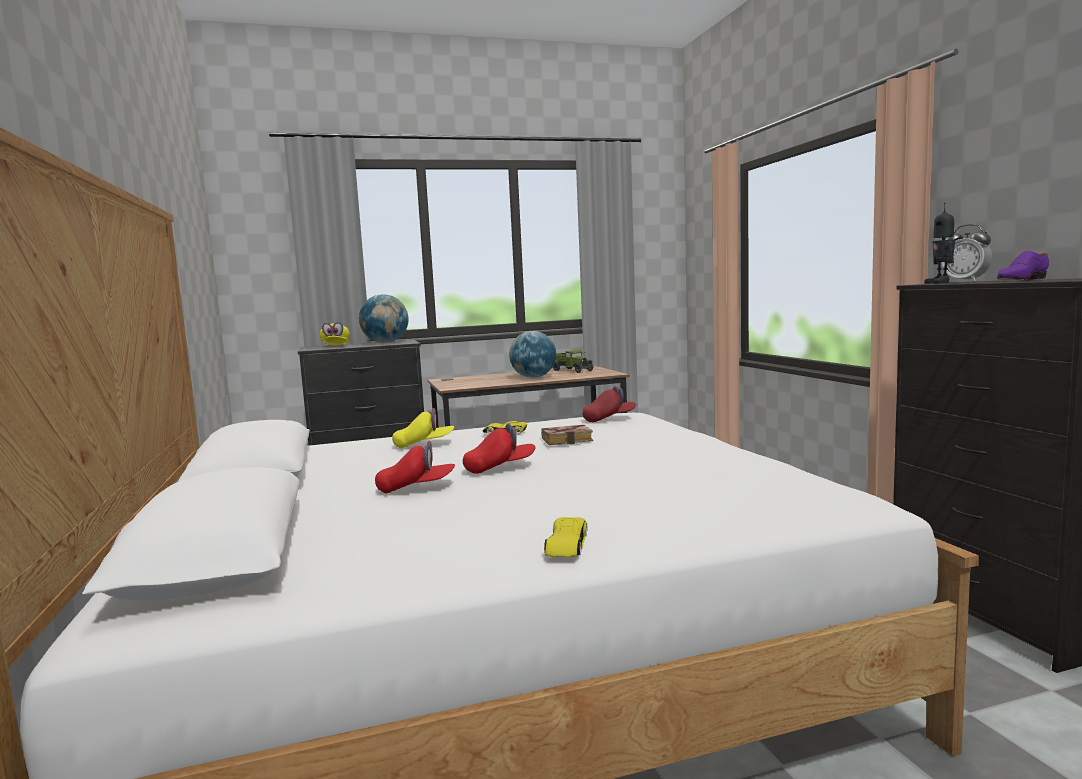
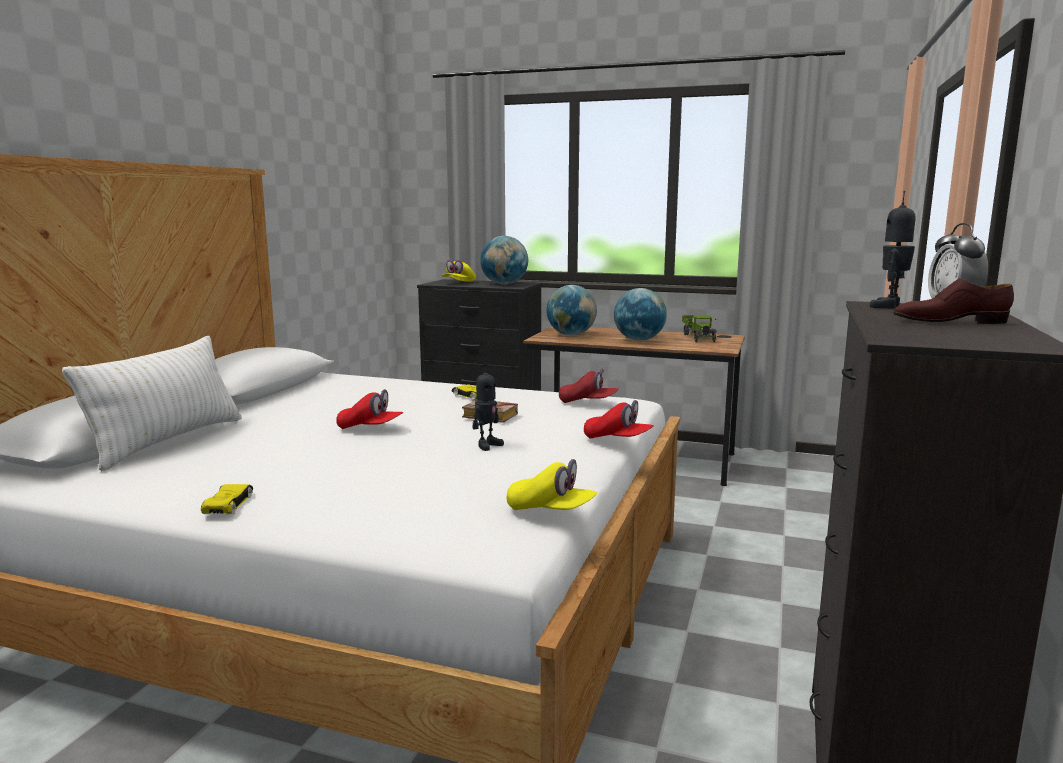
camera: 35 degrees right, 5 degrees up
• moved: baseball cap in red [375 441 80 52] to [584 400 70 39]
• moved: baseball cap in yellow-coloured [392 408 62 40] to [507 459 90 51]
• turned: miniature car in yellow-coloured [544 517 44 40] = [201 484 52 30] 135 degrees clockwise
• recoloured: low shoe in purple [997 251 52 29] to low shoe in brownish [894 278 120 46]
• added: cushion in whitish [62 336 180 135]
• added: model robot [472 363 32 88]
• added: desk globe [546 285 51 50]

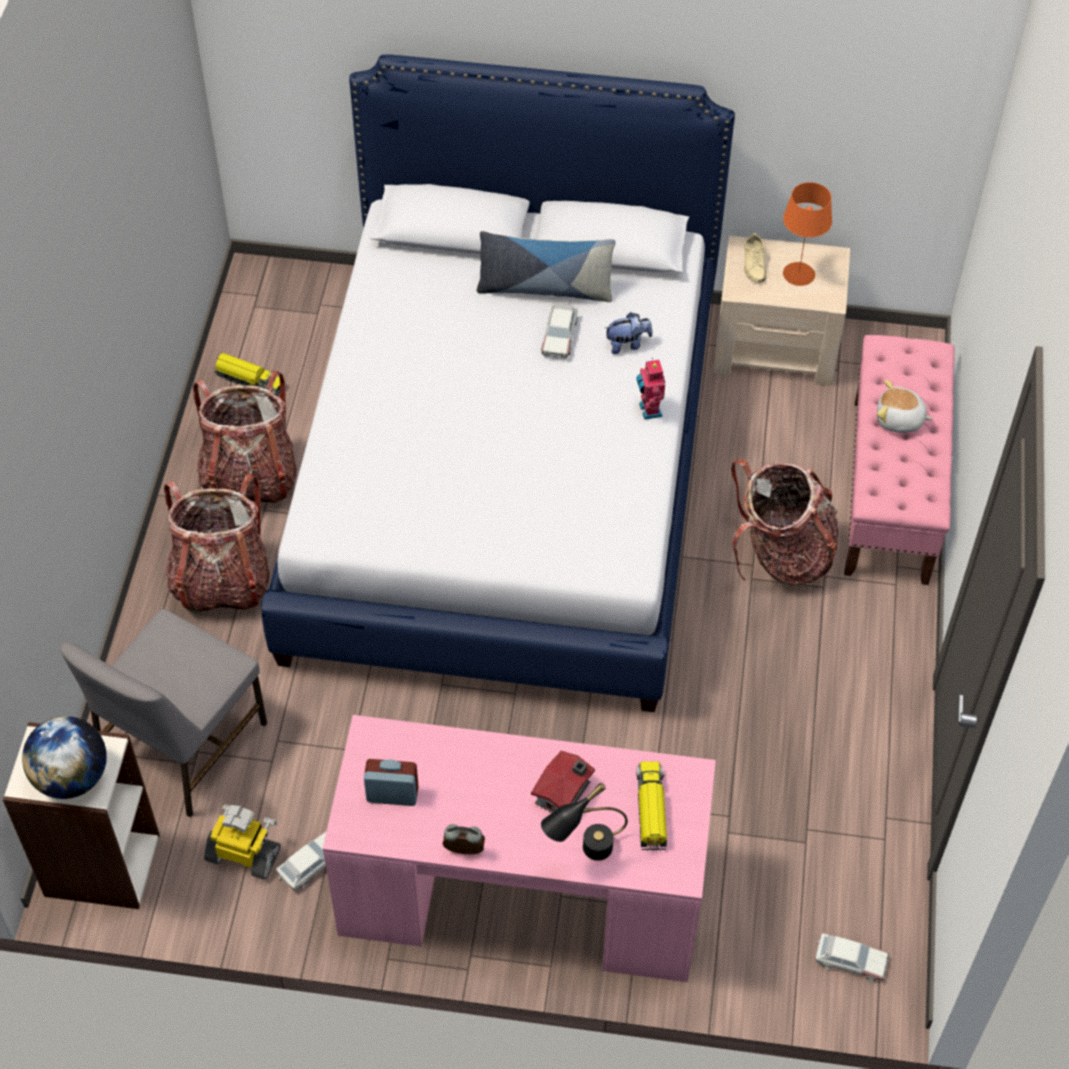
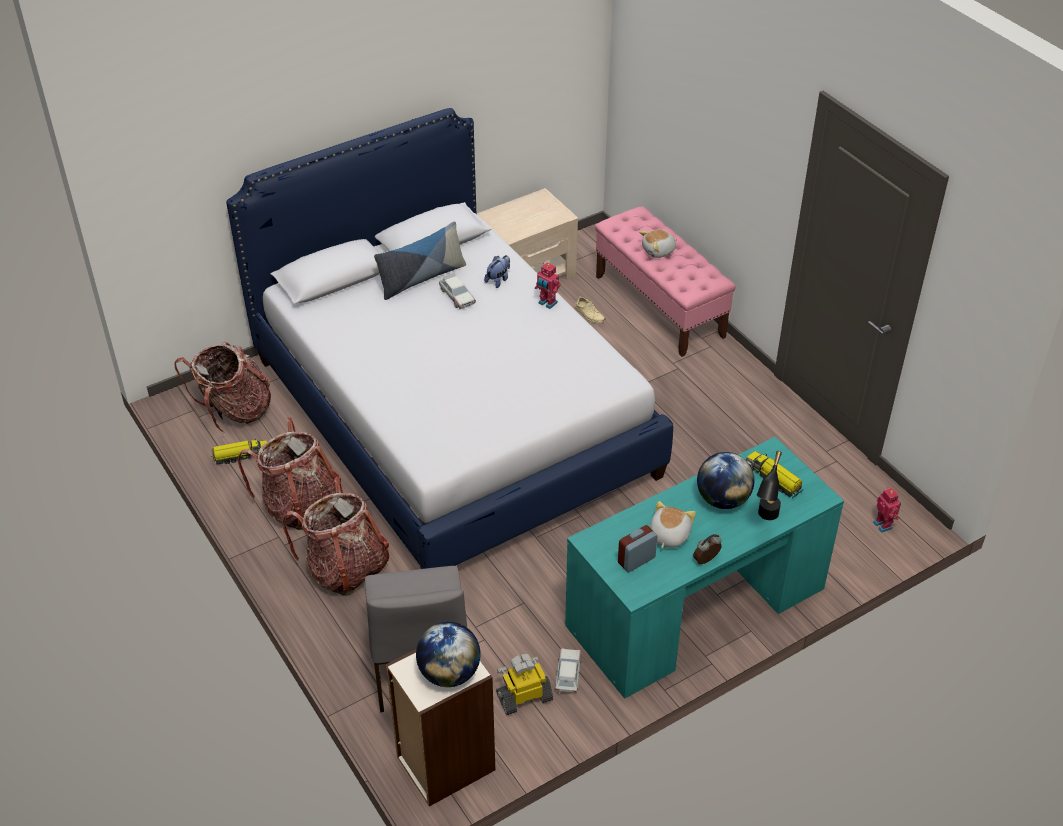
camera: 40 degrees left, 10 degrees down
• recoloured: desk unit in pink-coloured [323 715 393 267] to desk unit in turquoise-coloured [565 437 279 262]
• replaced: miniature house [531 751 64 62] to desk globe [697 452 57 57]
• moved: backpack [731 459 107 126] to [174 342 97 91]
• moved: low shoe in sand-coloured [744 233 22 50] to [575 297 30 26]
• removed: lamp for a table in orange [783 182 49 104]
• replaced: miniature car [815 933 74 49] to model robot [873 487 28 46]
• added: cuddly toy [650 501 46 48]

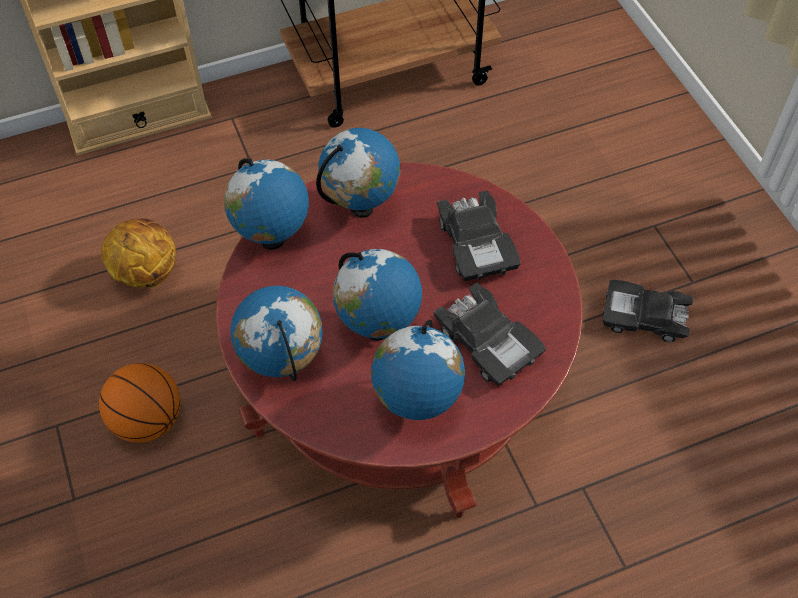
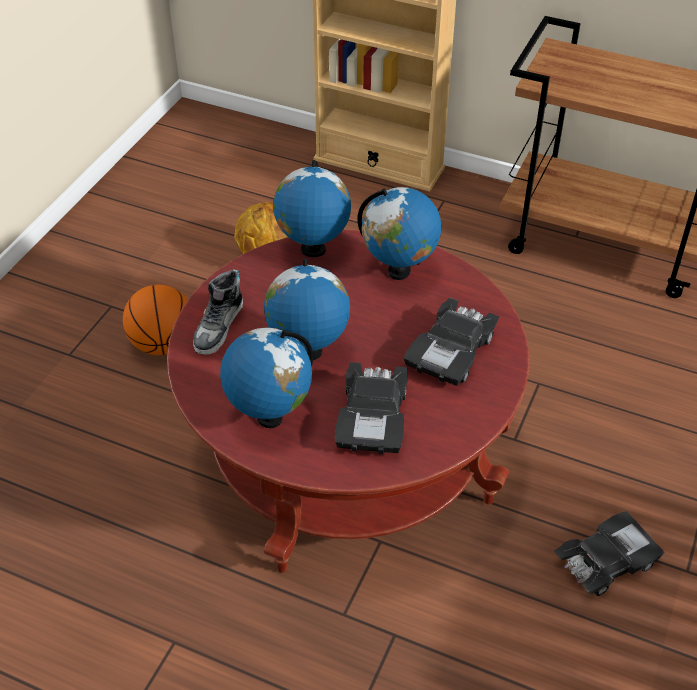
camera: 45 degrees right, 10 degrees down
• replaced: desk globe [230 286 93 95] to low shoe [193 269 50 86]
• turned: miniature car in black [603 280 90 62] = [554 511 111 85] 90 degrees clockwise

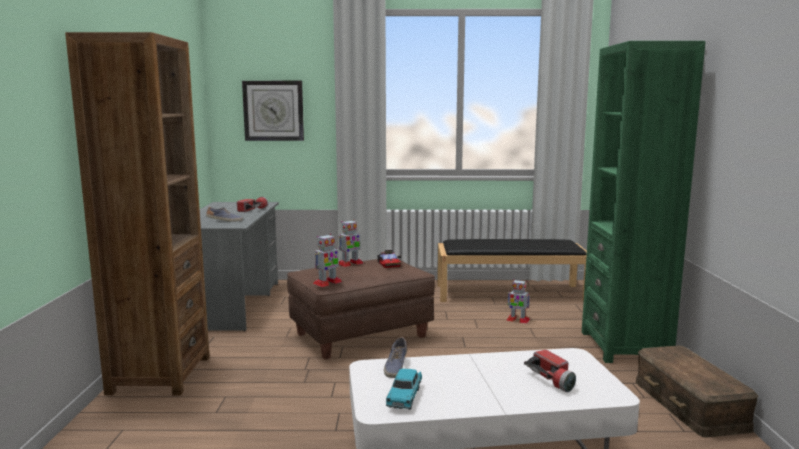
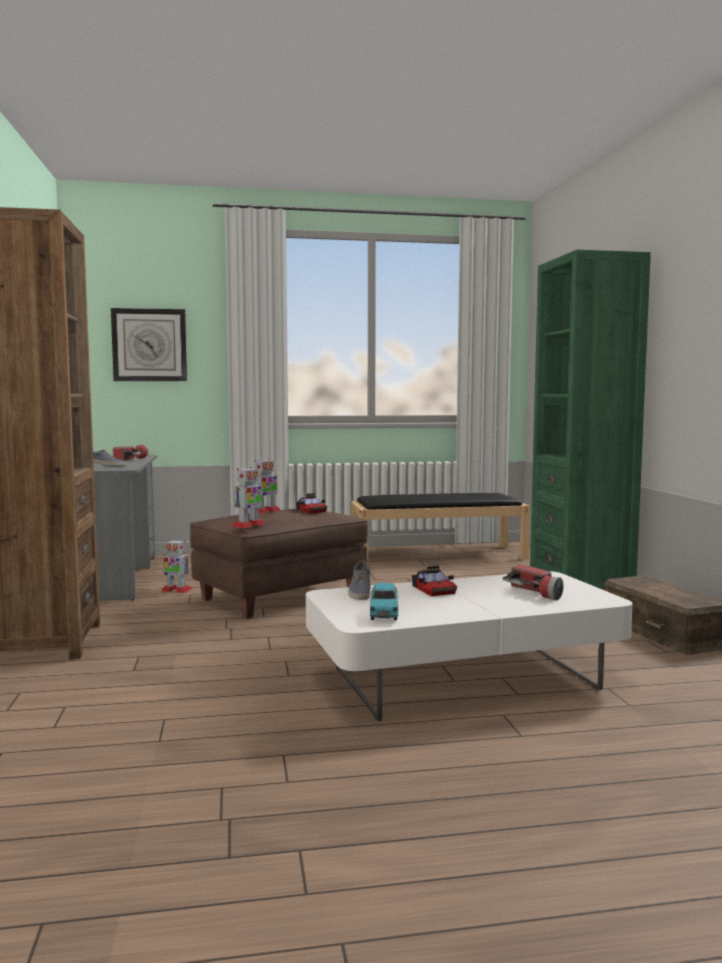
camera: 10 degrees left, 5 degrees down
• moved: model robot [507 279 23 45] to [161 539 31 54]
• added: miniature car [412 566 45 30]

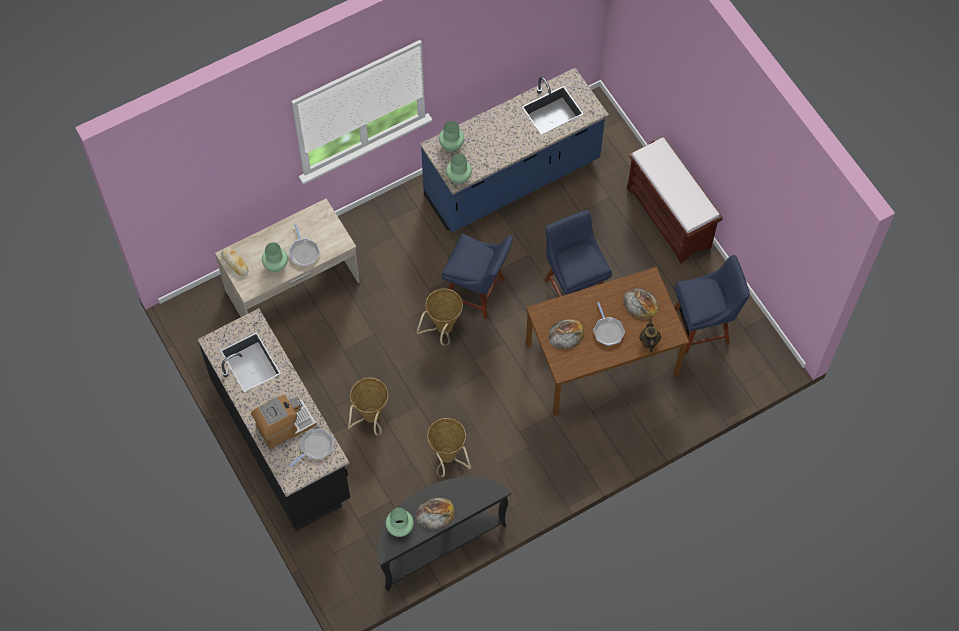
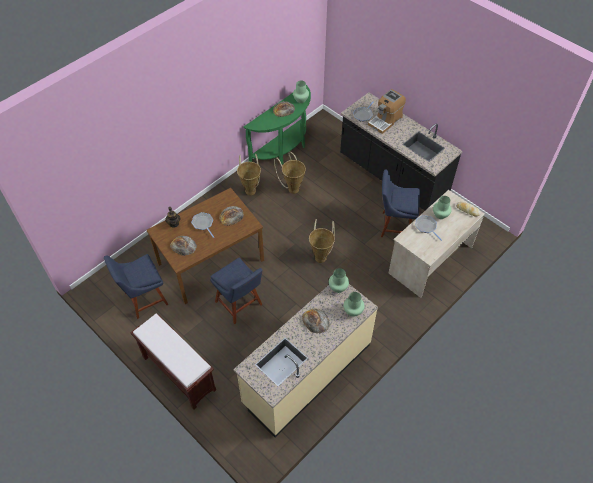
camera: 165 degrees right, 10 degrees down
• moved: storage basket [347 378 41 57] to [237 154 24 42]
• recoloured: hall table in black [377 476 134 116] to hall table in green-coloured [243 85 68 79]
• recoloured: counter in blue-coloured [420 68 189 164] to counter in sand-coloured [233 284 145 153]
• moved: plain chair in blue-coloured [441 233 72 86] to [381 170 39 67]
• added: bread [302 309 28 25]

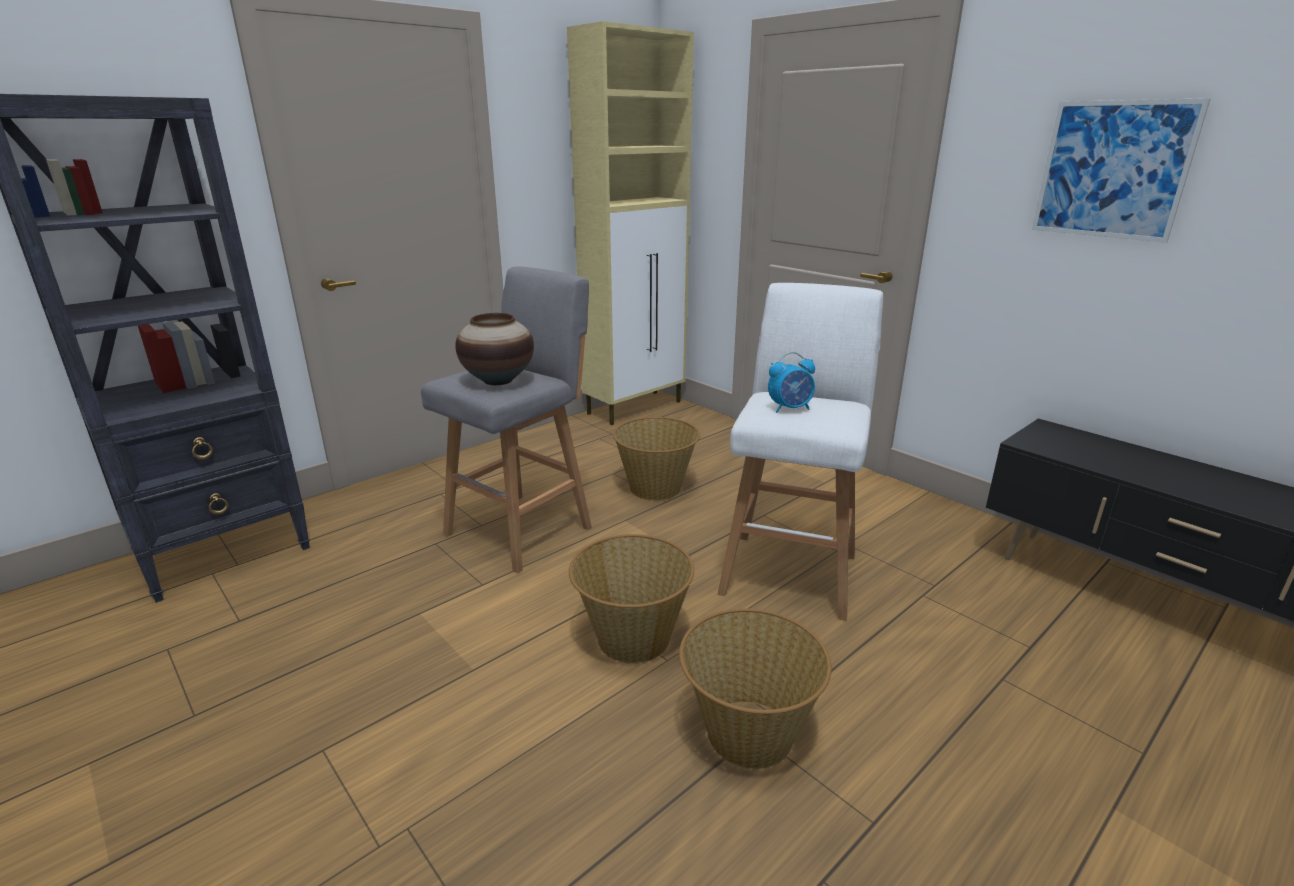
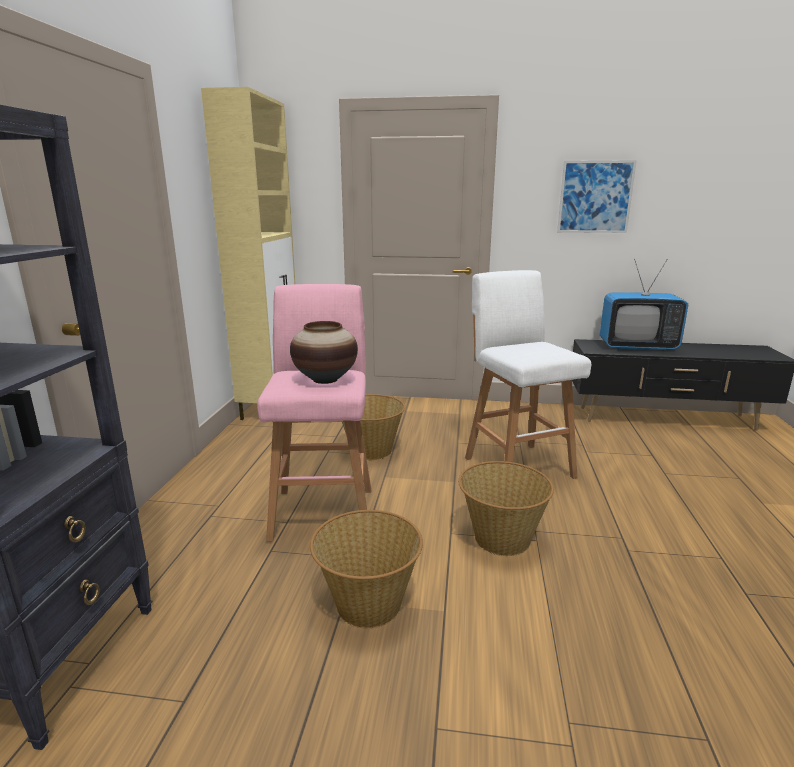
camera: 40 degrees left, 5 degrees down
• recoloured: stool seat in greyish [421 267 171 306] to stool seat in pink-coloured [257 284 114 258]
• moved: storage basket [679 608 153 161] to [310 510 113 118]
• removed: table clock [768 352 47 61]
• added: television [600 259 88 92]

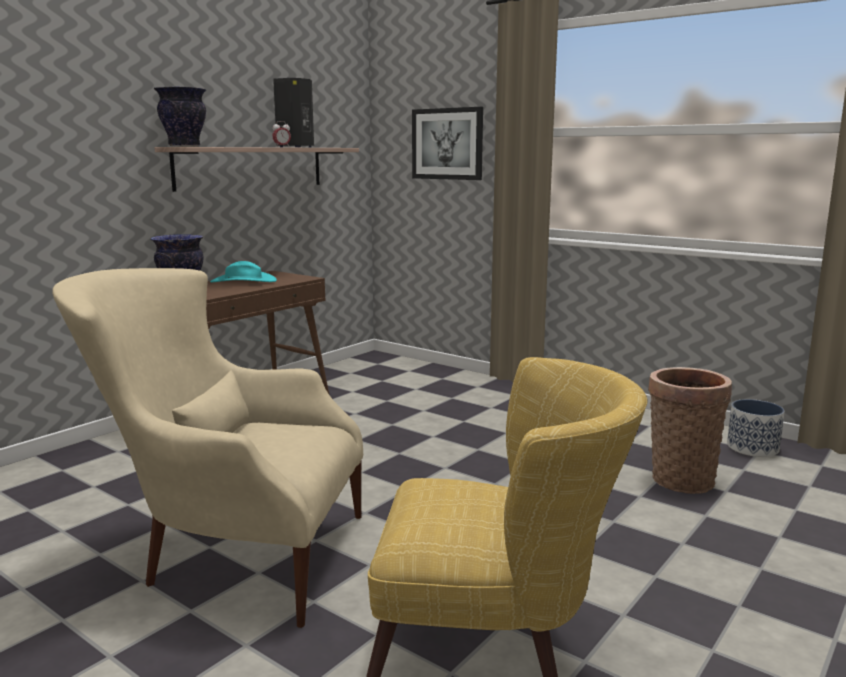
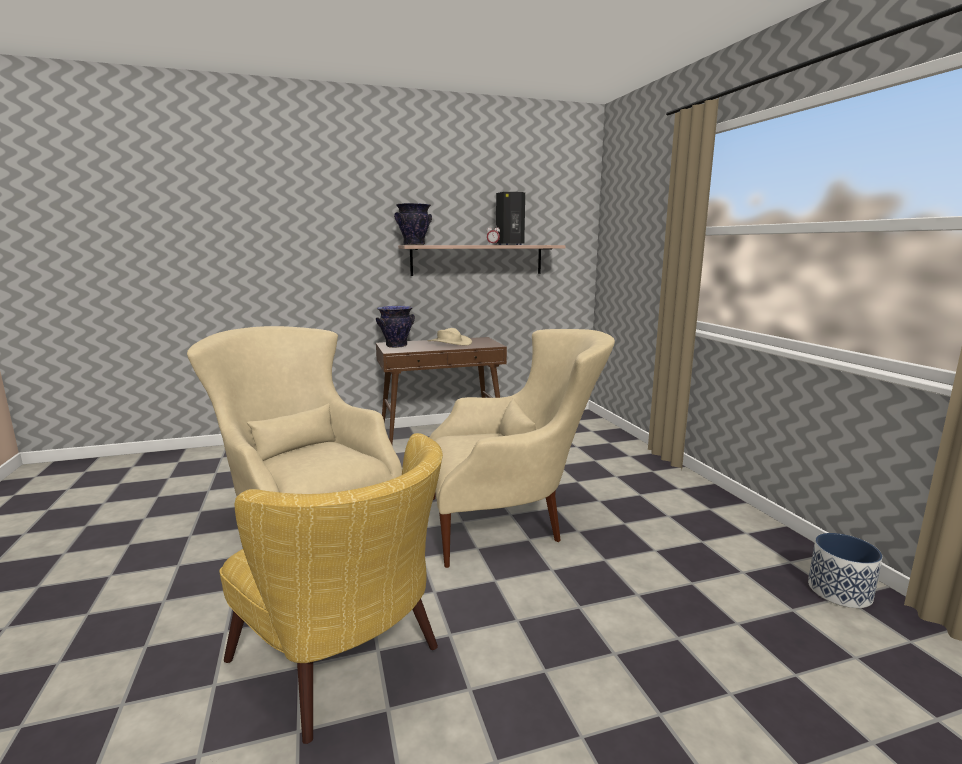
camera: 35 degrees right, 0 degrees up
• recoloured: clothing hat in turquoise-coloured [210 261 67 21] to clothing hat in sand-coloured [427 328 45 17]
• removed: wall art [412 107 71 73]
• removed: storage basket [648 367 84 127]
• added: lounge chair in sand-coloured [429 329 186 239]

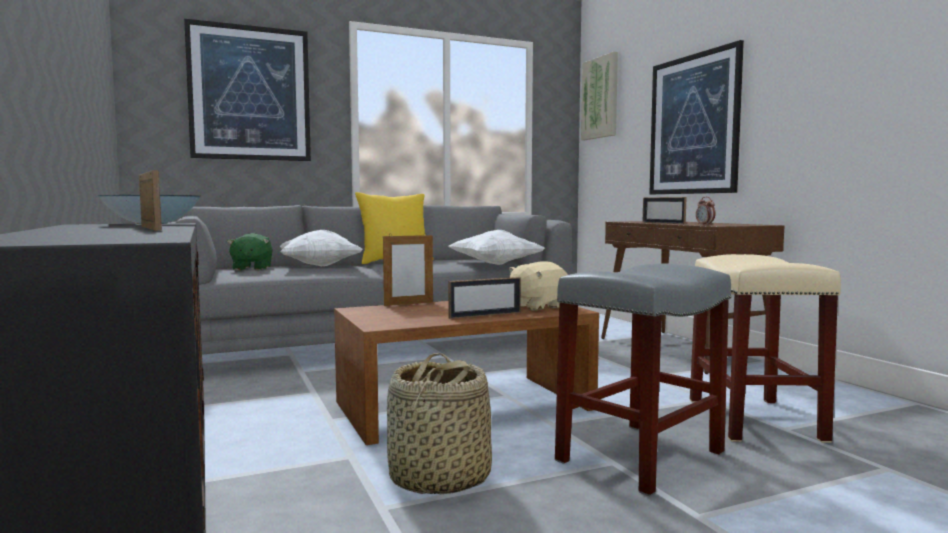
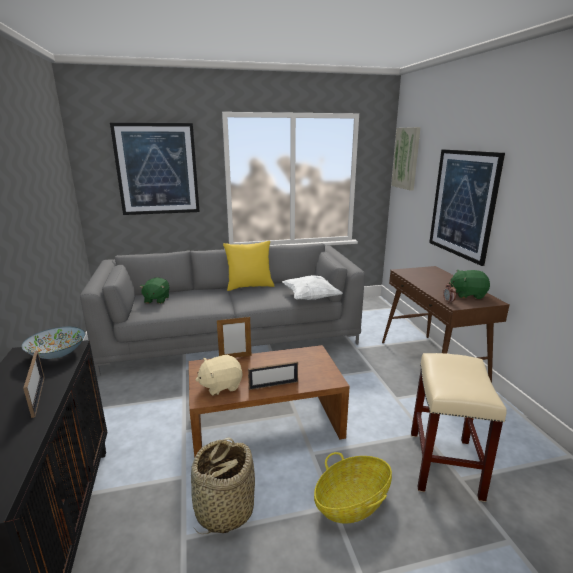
camera: 10 degrees right, 15 degrees up
• removed: cushion in whitish [280 230 83 36]
• moved: cuddly toy in sand-coloured [508 261 60 50] to [196 355 46 41]
• replaced: stool seat in greyish [555 263 176 233] to storage basket [314 452 78 71]
• removed: photo frame [642 197 45 27]
• added: cuddly toy in green-coloured [449 270 41 29]

